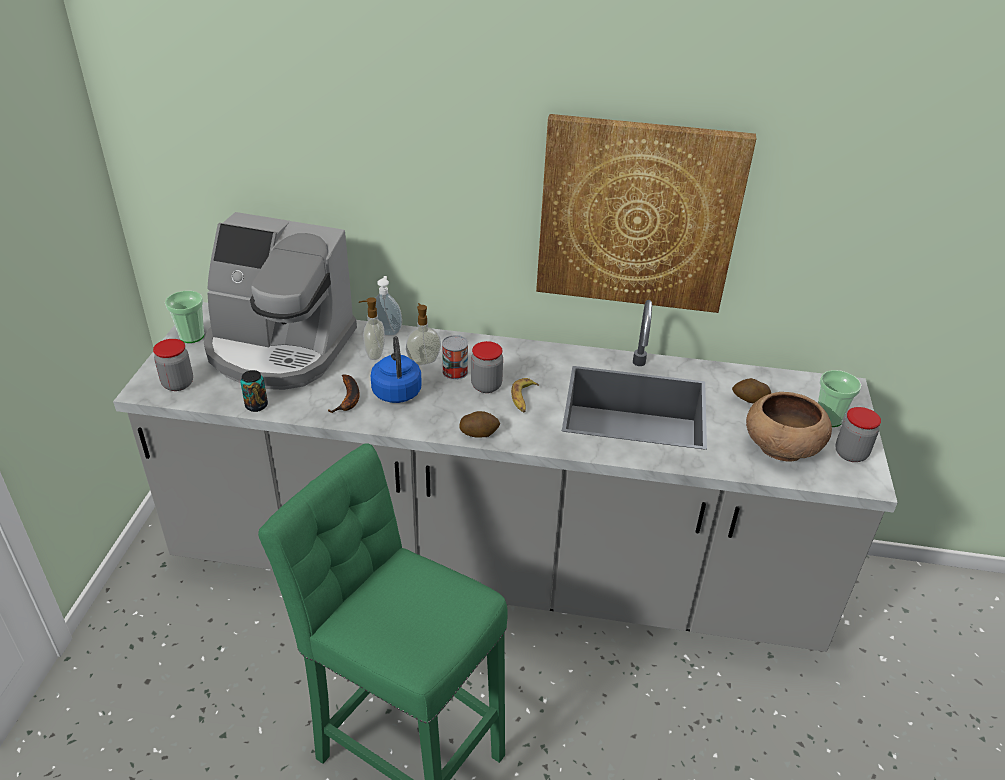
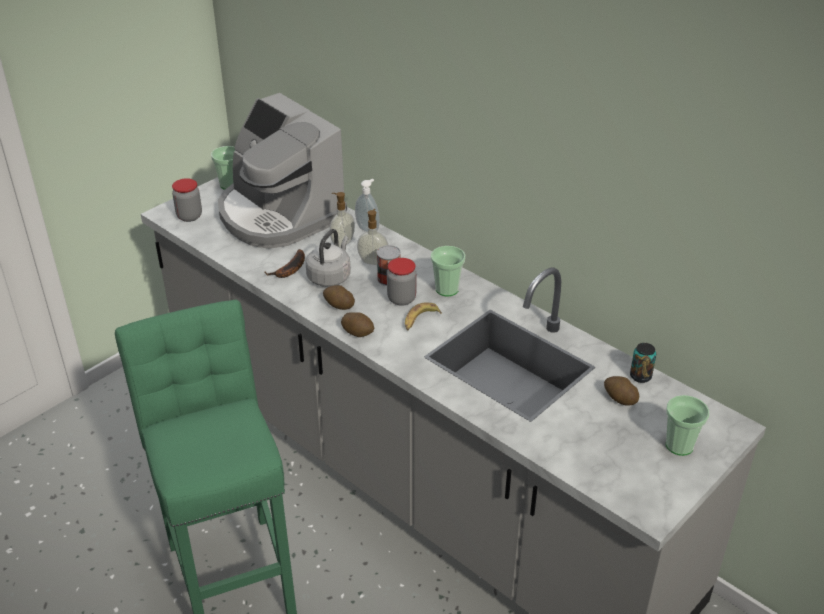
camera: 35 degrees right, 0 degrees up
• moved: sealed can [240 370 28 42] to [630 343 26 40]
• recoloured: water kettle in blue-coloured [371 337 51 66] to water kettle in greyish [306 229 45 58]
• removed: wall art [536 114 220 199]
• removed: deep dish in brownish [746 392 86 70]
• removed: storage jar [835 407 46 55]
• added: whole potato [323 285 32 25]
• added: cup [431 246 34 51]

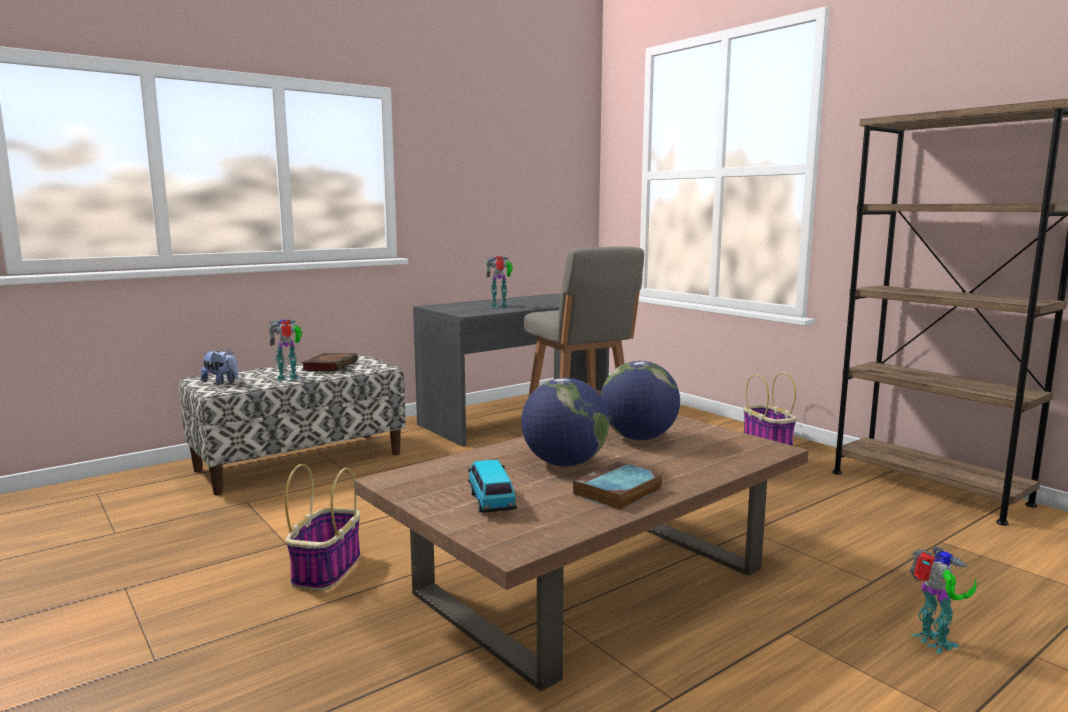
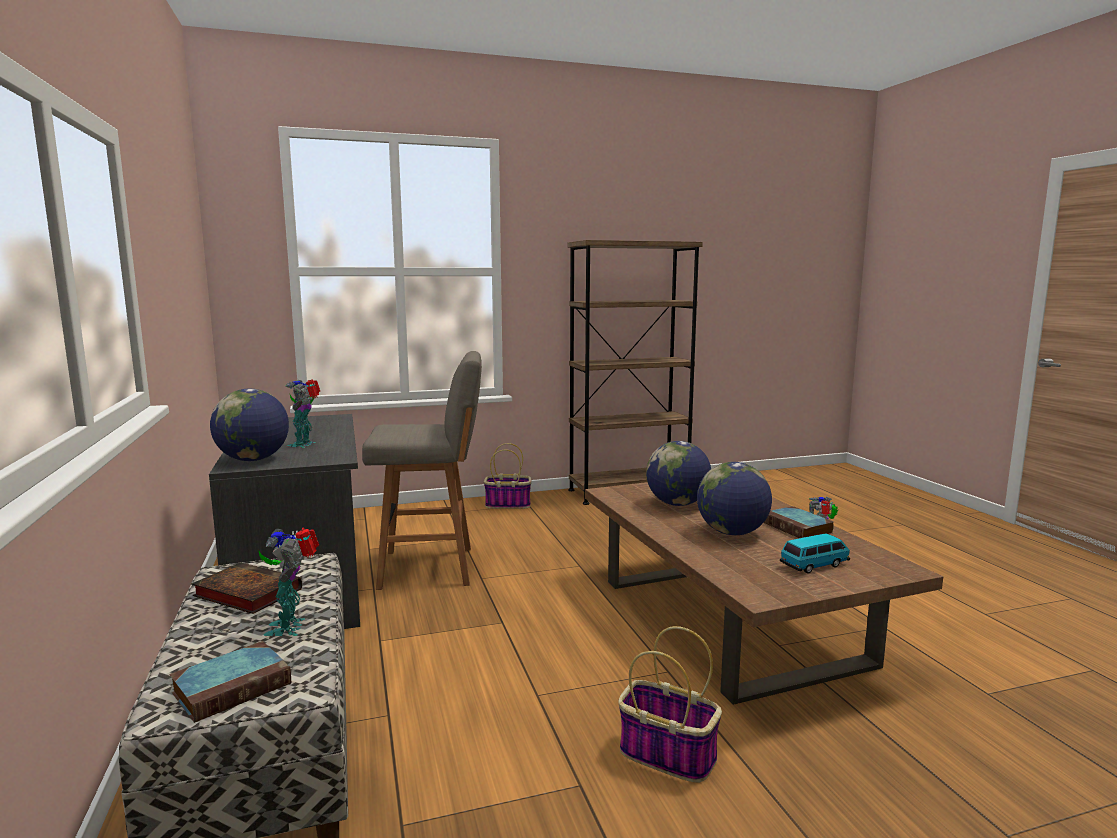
camera: 70 degrees left, 0 degrees up
• replaced: cuddly toy [201 350 37 35] to volume [169 641 122 82]
• turned: miniature car [468 460 49 53] = [780 533 70 40] 150 degrees clockwise
• added: desk globe [210 389 79 72]

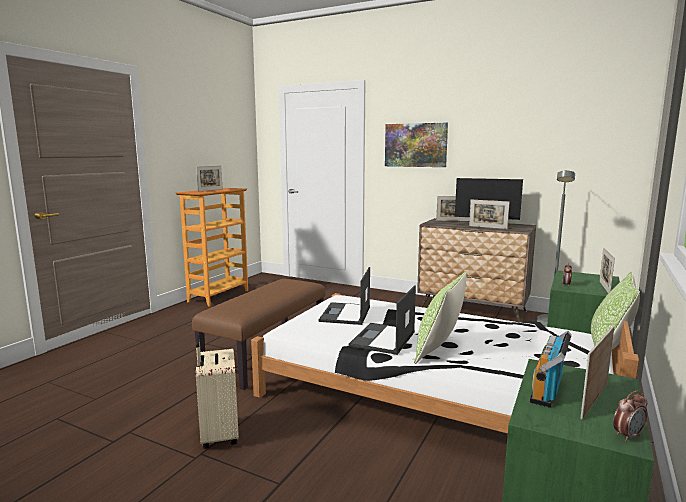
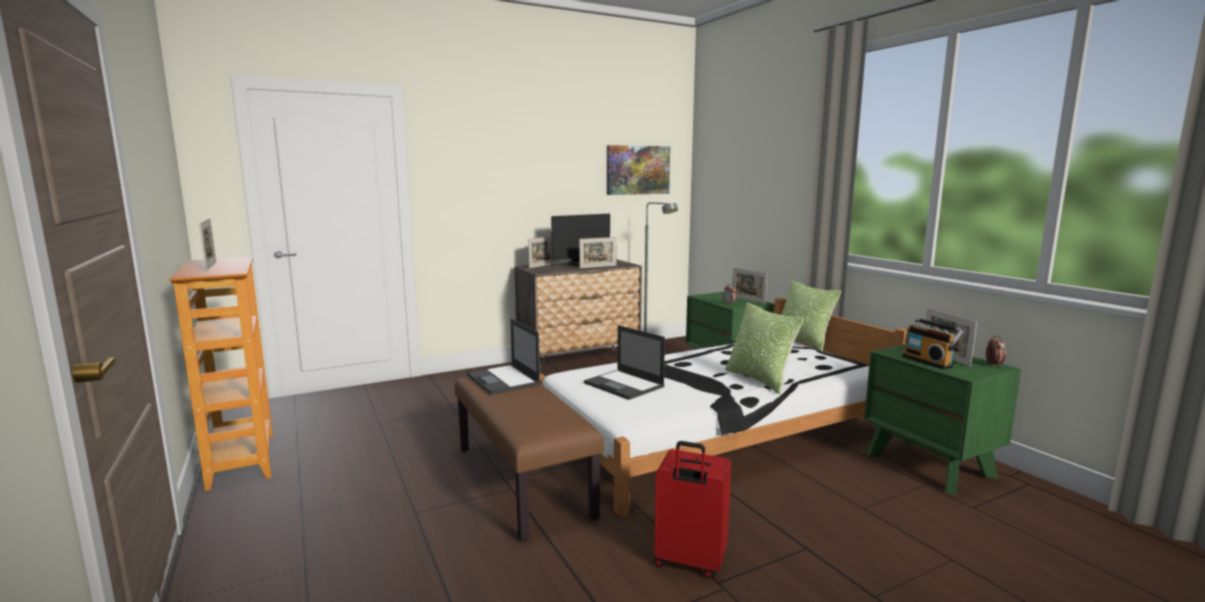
camera: 55 degrees left, 0 degrees up
• recoloured: piece of luggage in sand-coloured [196 335 43 114] to piece of luggage in red [654 441 77 138]
• moved: laptop [348 285 68 70] to [467 319 74 76]
• moved: wall art [385 123 63 44] to [607 145 63 50]

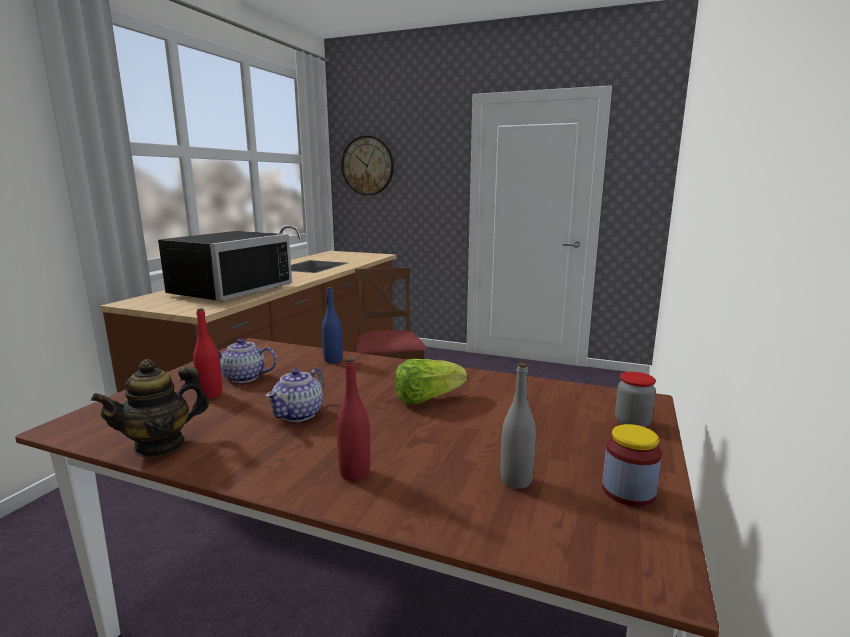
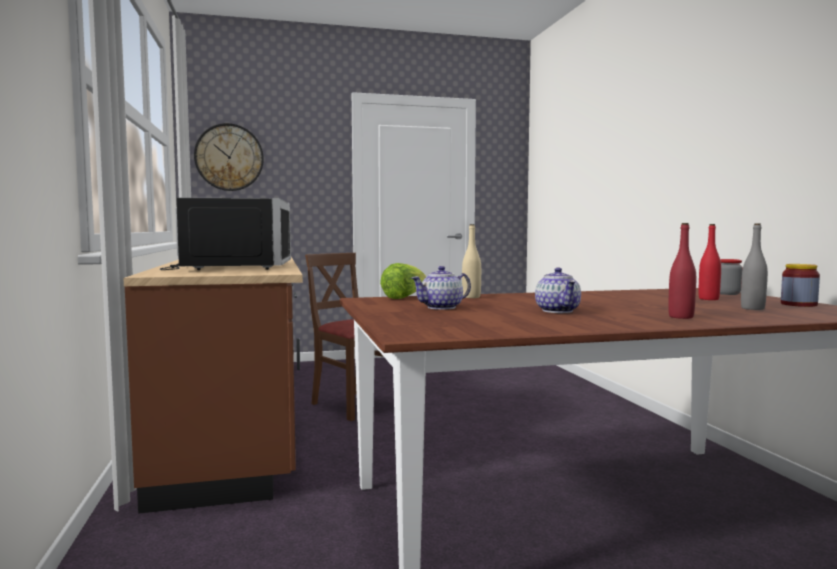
camera: 35 degrees left, 10 degrees down
• removed: teapot [91 359 118 99]
• moved: beverage bottle in red [193 308 29 91] to [699 224 22 76]
• recoloured: beverage bottle in blue-coloured [322 287 21 76] to beverage bottle in sand-coloured [462 224 19 74]
• moved: lettuce [395 359 72 45] to [380 263 46 36]

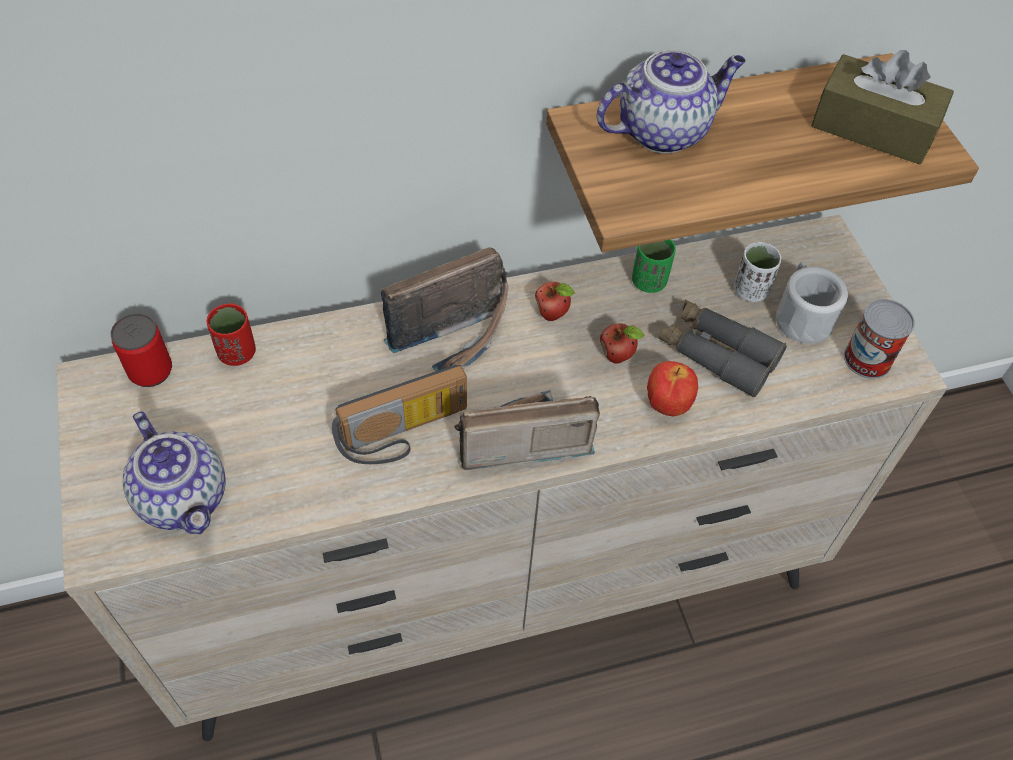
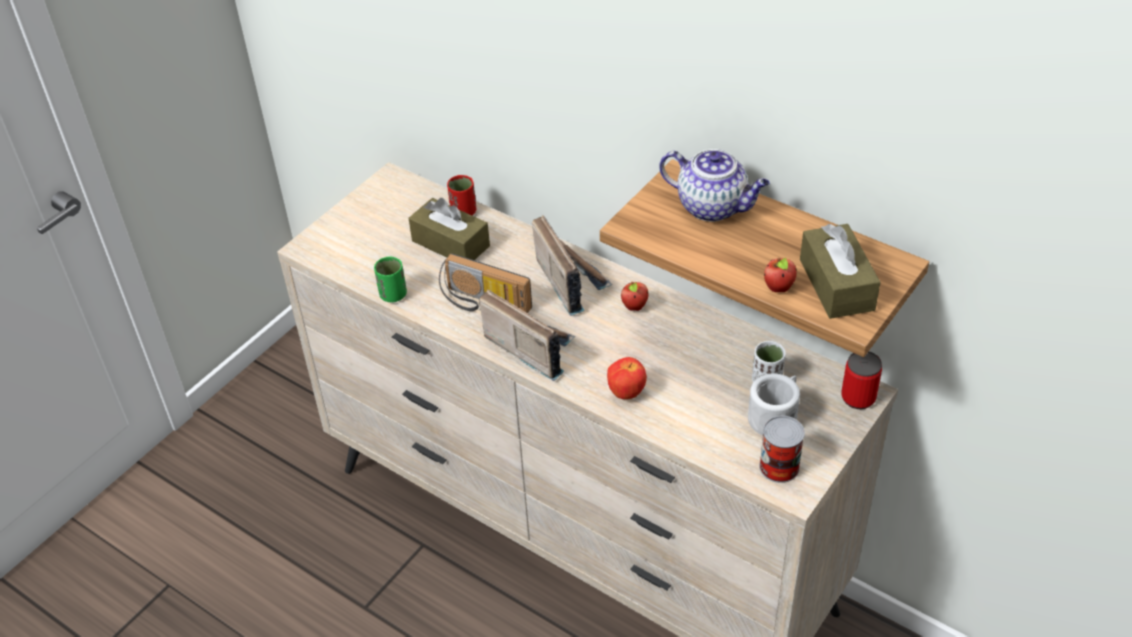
camera: 55 degrees right, 10 degrees down
• moved: sealed can [111 314 61 73] to [841 352 41 57]
• removed: teapot [123 411 102 124]
• turned: radio [381 247 127 124] = [532 215 81 101] 135 degrees counterclockwise
• moved: whole apple [600 323 45 41] to [764 258 33 34]
• moved: cup in green-coloured [632 240 44 53] to [374 257 33 45]
• removed: binoculars in greyish [658 299 129 99]
• added: tissue box in brownish [409 198 81 62]

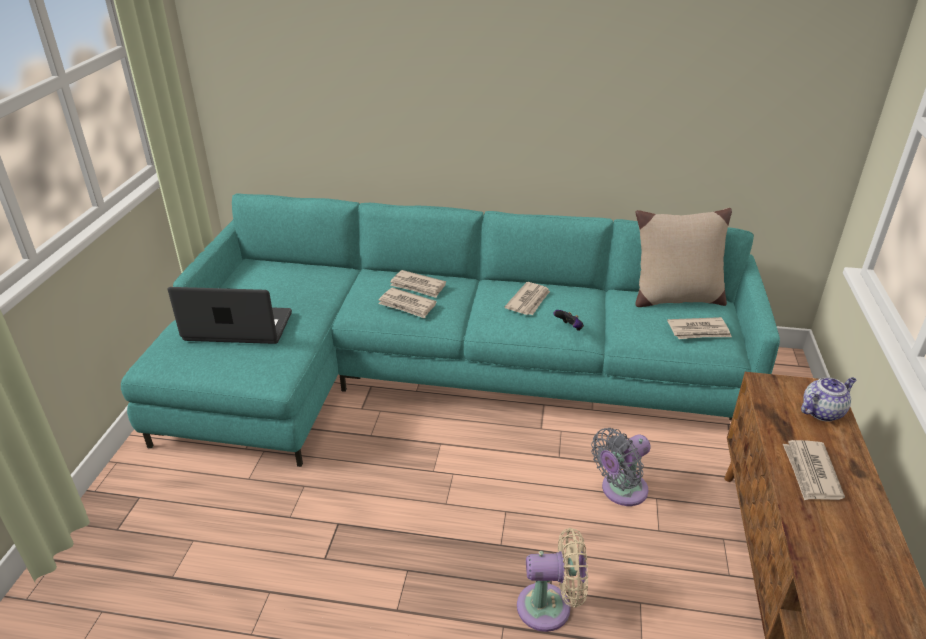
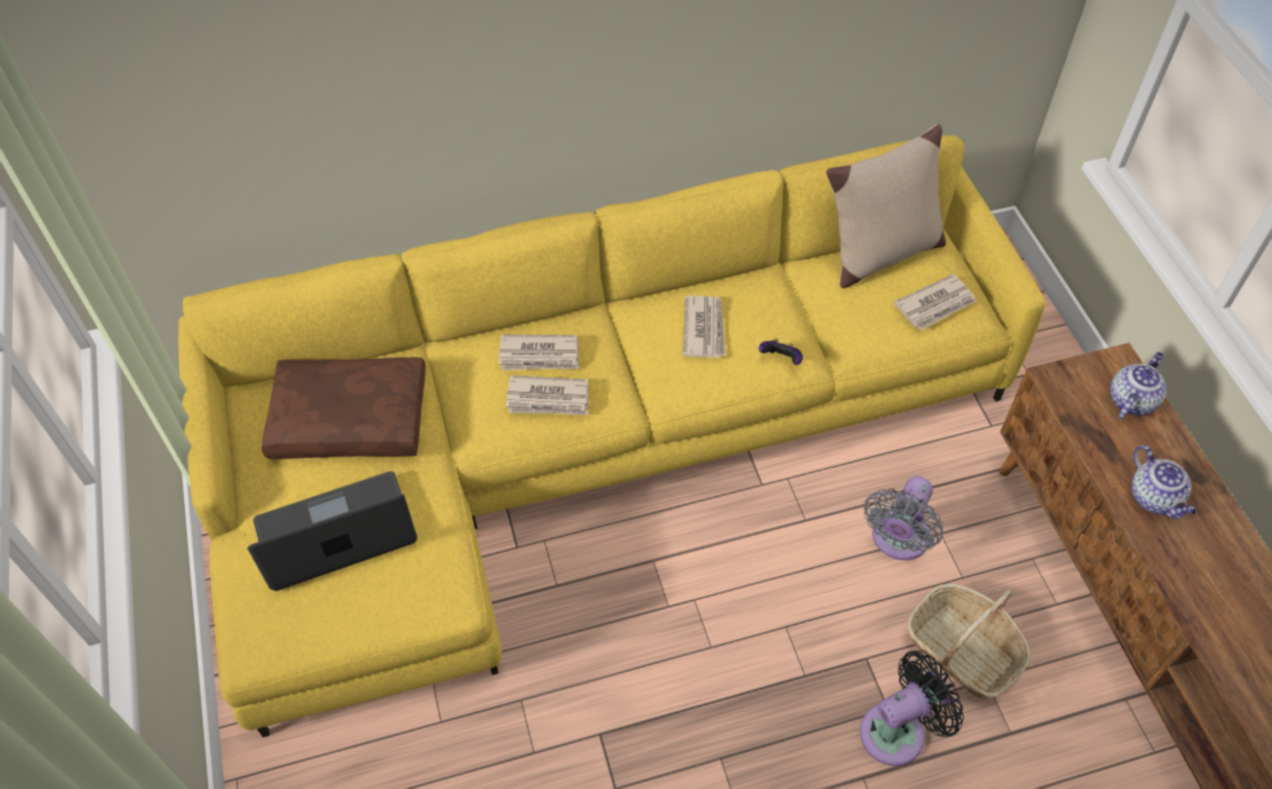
camera: 25 degrees left, 20 degrees up
• recoloured: couch in turquoise-coloured [121 193 659 274] to couch in yellow-coloured [178 135 868 602]
• recoloured: fan in sand-coloured [517 528 71 104] to fan in black [860 651 104 115]
• replaced: printed paper [783 440 62 60] to teapot [1131 445 66 74]
• added: cushion in brownish [262 357 164 102]
• added: storage basket [906 584 125 114]

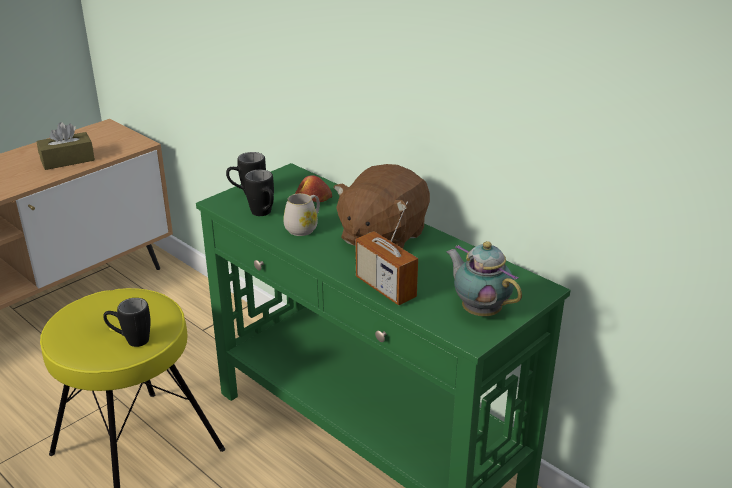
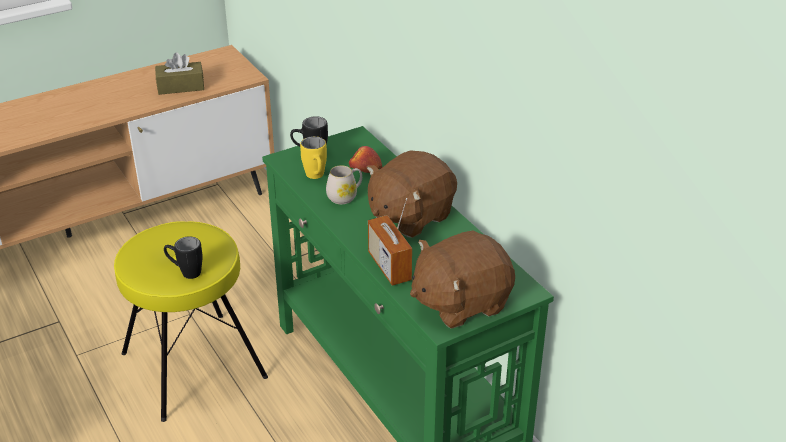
camera: 15 degrees right, 5 degrees up
• recoloured: mug in black [244 170 30 46] to mug in yellow-coloured [300 136 27 43]
• replaced: teapot [447 241 75 75] to cuddly toy in brownish [410 230 105 99]

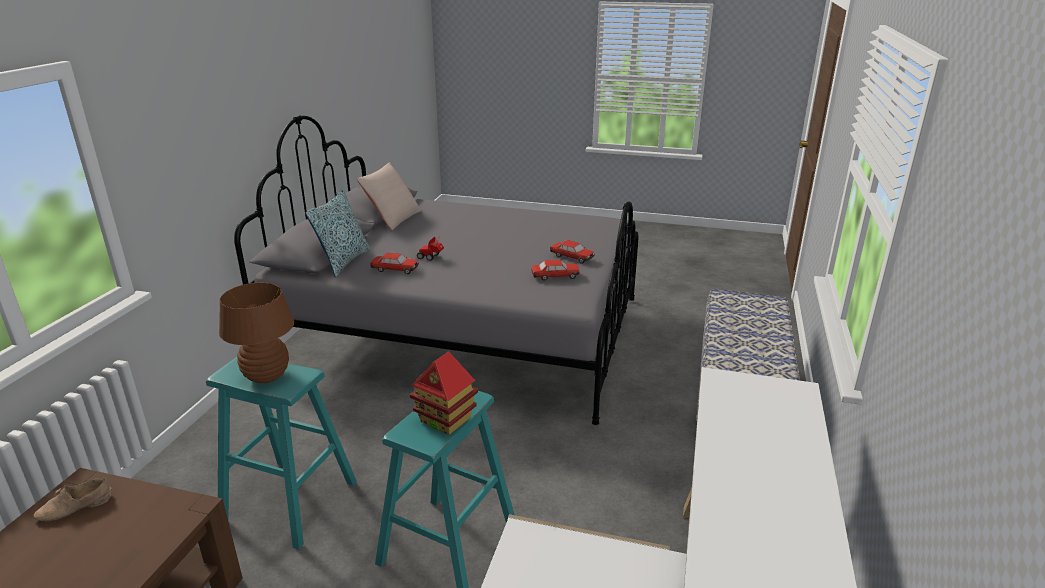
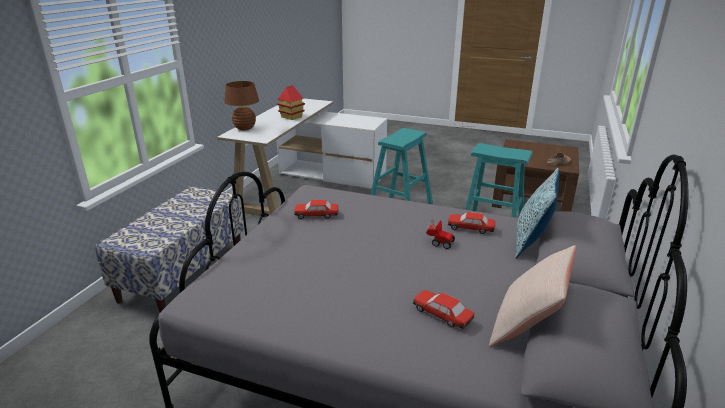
camera: 175 degrees left, 0 degrees up
• moved: lamp for a table in brownish [219 283 75 100] to [224 81 35 49]
• moved: miniature house [410 351 68 84] to [277 85 28 35]
• moved: miniature car [550 240 45 24] to [413 290 61 39]

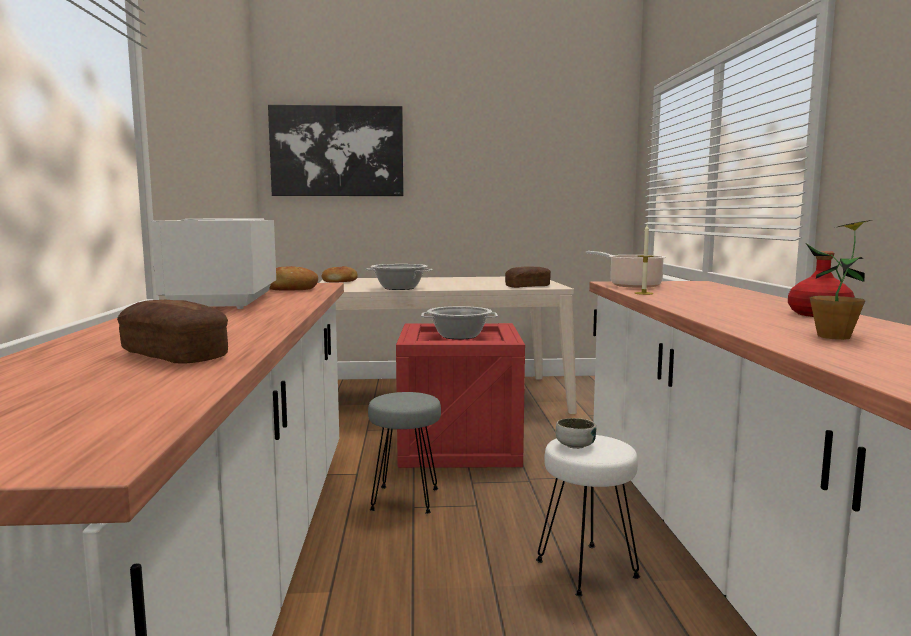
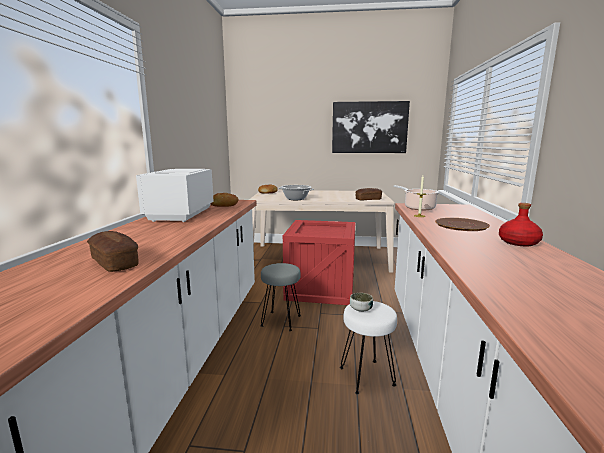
camera: 10 degrees right, 5 degrees up
• moved: wall art [268 105 135 91] to [332 101 78 52]
• removed: stockpot [421 306 77 34]
• removed: potted plant [807 220 65 120]
• added: flat dish in brownish [435 218 55 13]

